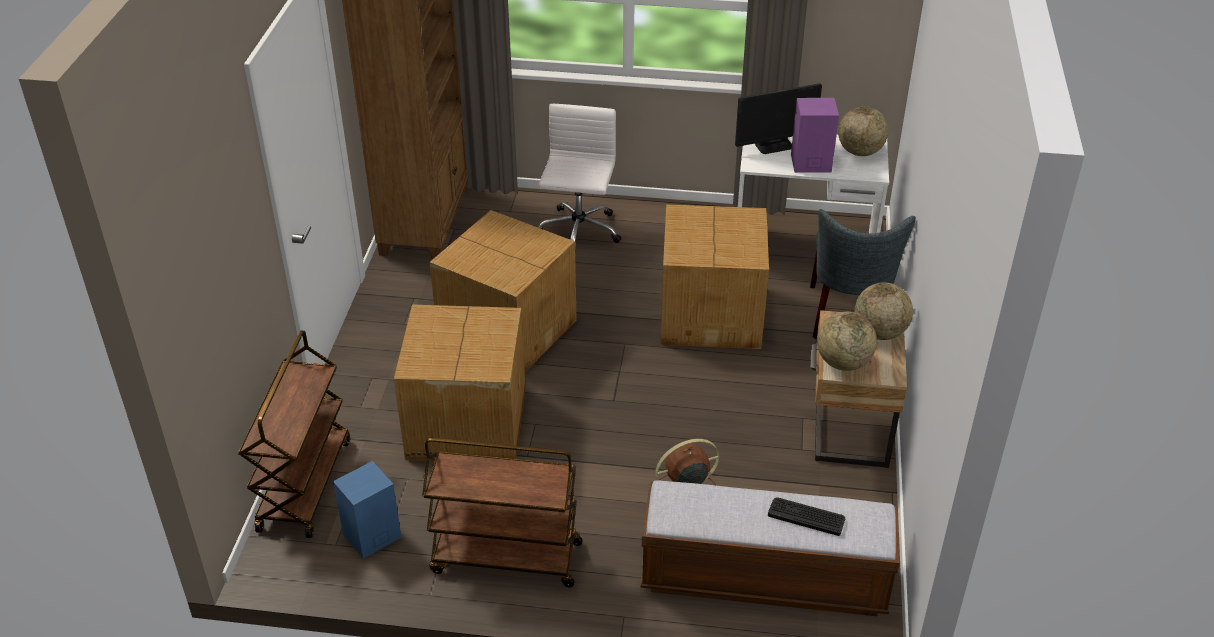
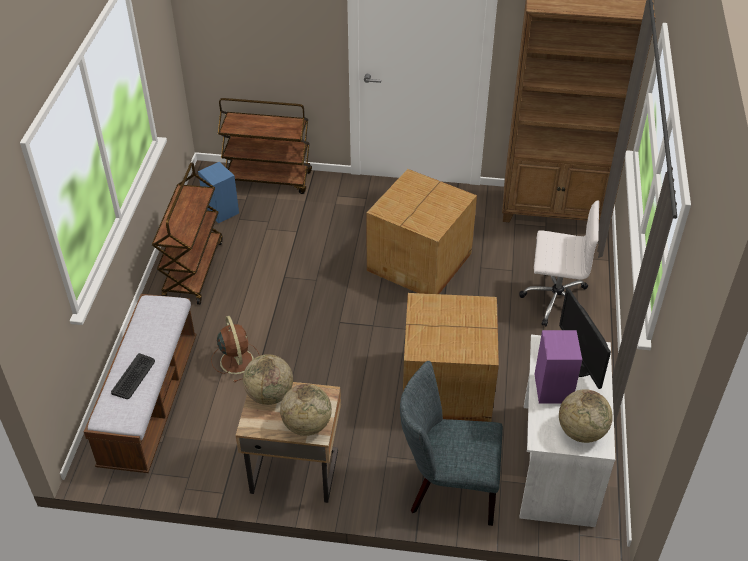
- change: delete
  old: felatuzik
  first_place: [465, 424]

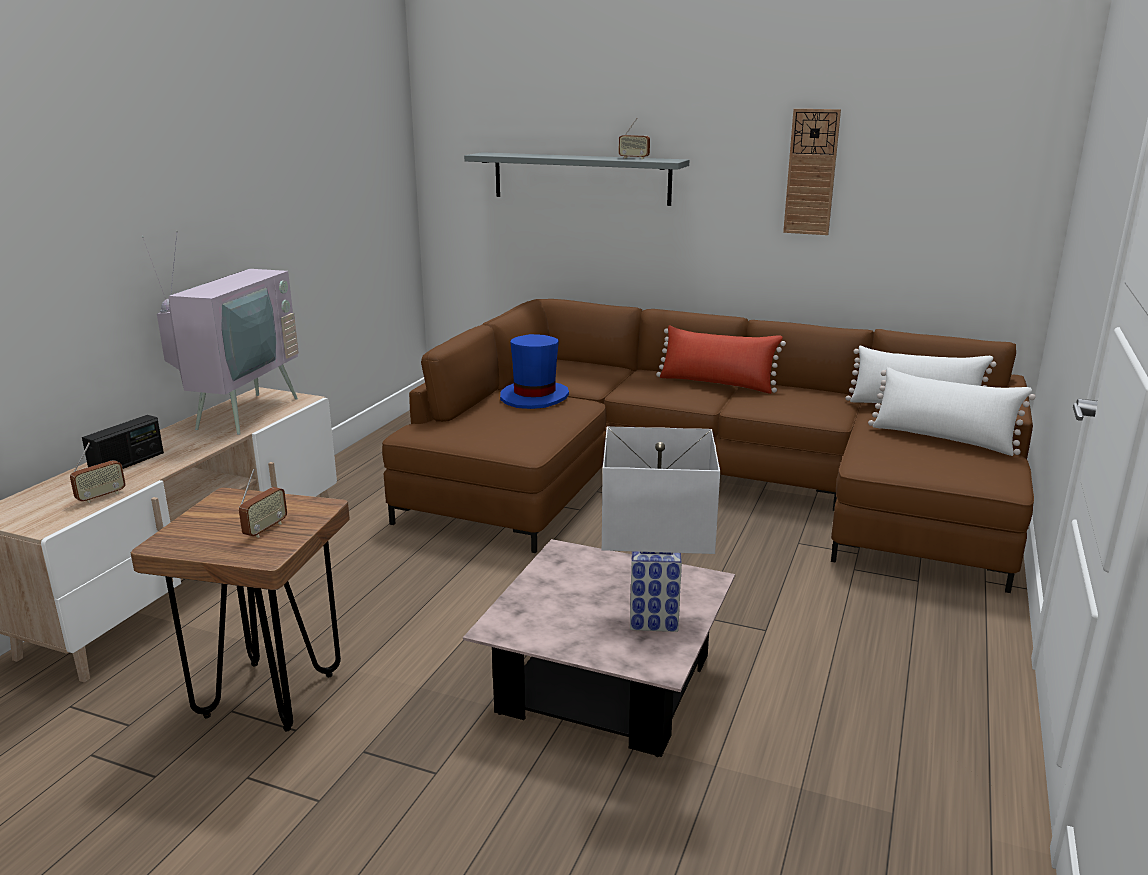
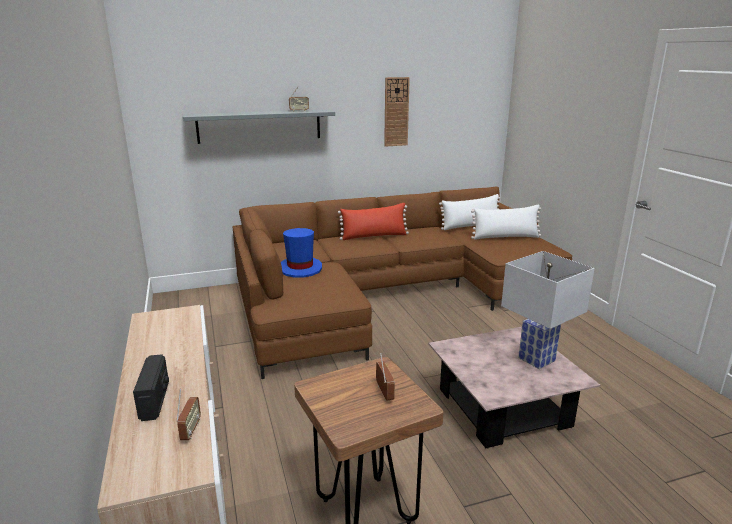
- change: delete
  old: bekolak
  first_place: [240, 412]

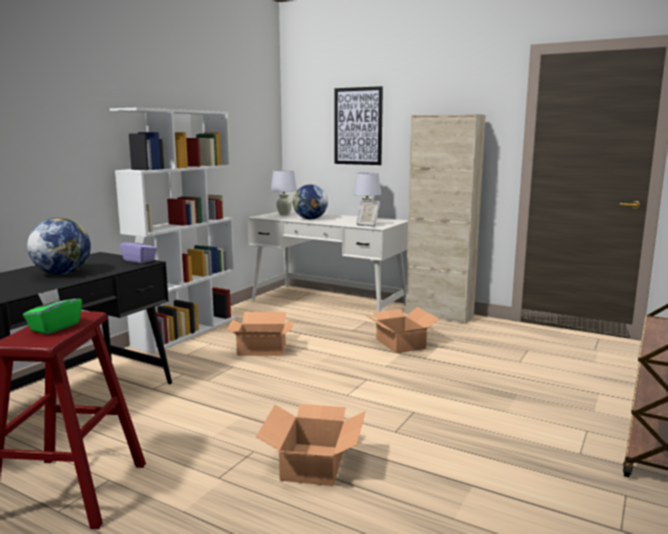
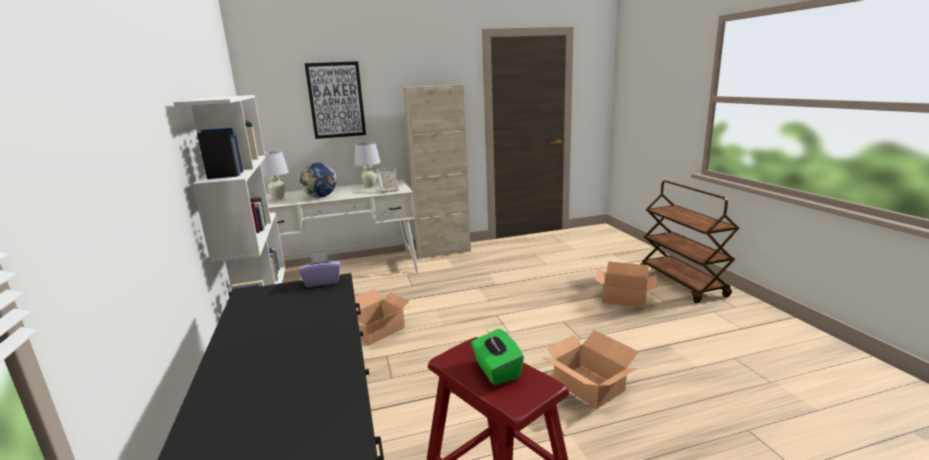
- change: delete
  old: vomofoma
  first_place: [62, 273]
- change: move
  old: felatuzik
  first_place: [400, 343]
  second_place: [624, 298]

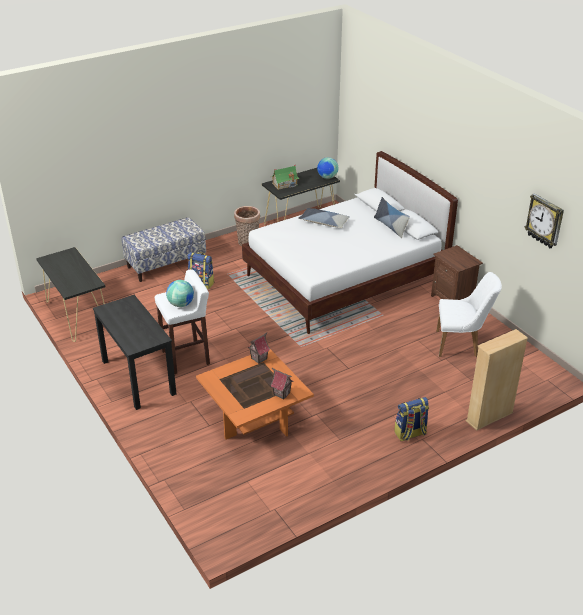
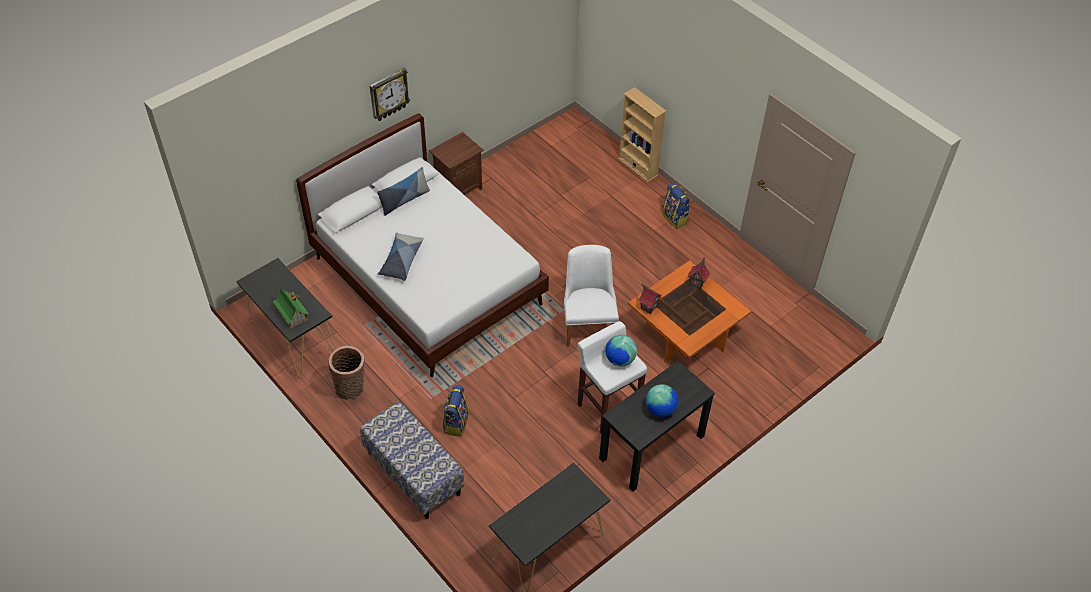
- change: move
  old: vomofoma
  first_place: [327, 177]
  second_place: [660, 409]
- change: move
  old: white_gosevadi
  first_place: [461, 344]
  second_place: [588, 323]
- change: move
  old: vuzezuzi
  first_place: [545, 221]
  second_place: [388, 94]

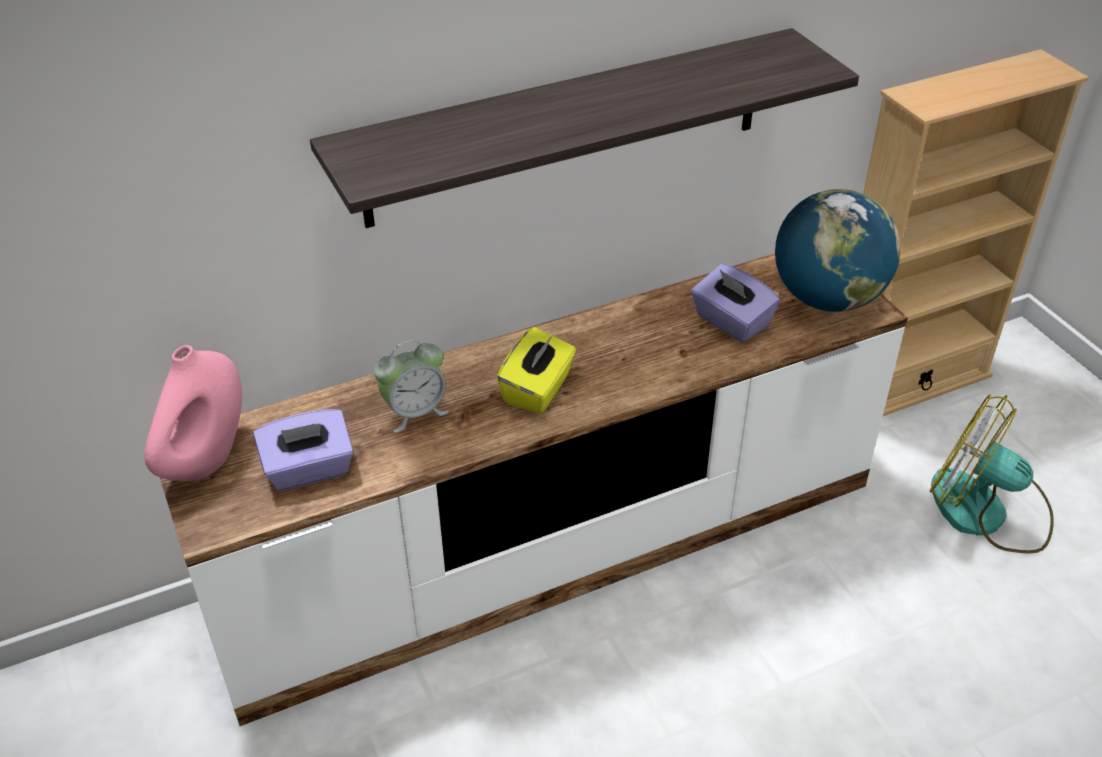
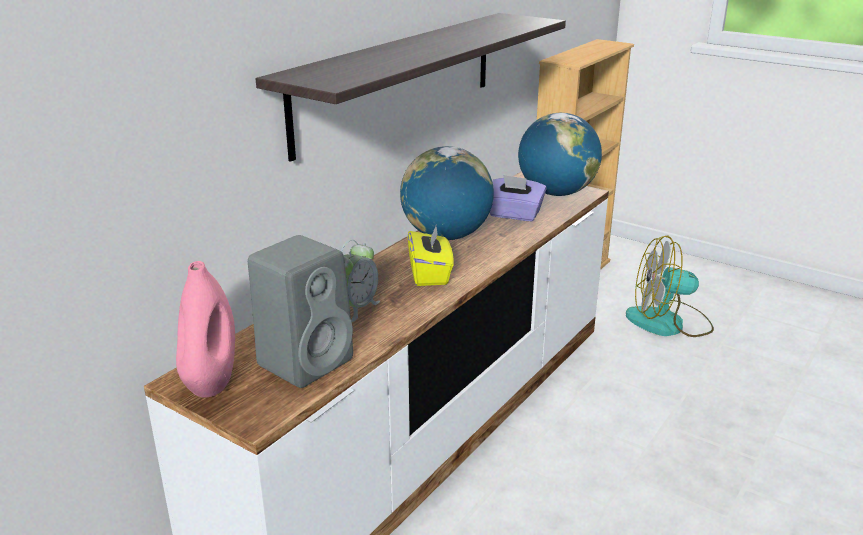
- change: insert
  new: vomofoma
  second_place: [446, 236]
- change: replace
  old: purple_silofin
  new: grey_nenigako
  first_place: [309, 470]
  second_place: [307, 361]

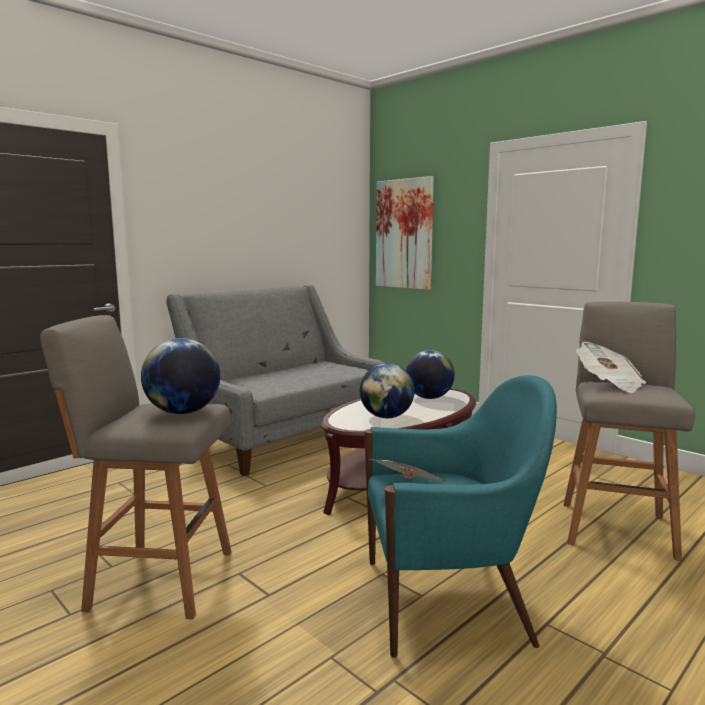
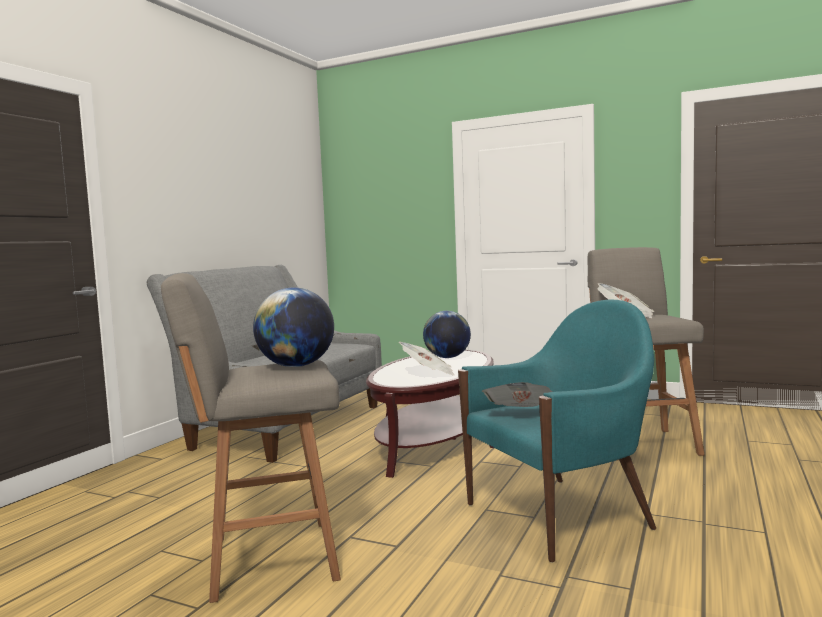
- change: delete
  old: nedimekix
  first_place: [404, 234]
- change: replace
  old: vomofoma
  new: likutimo
  first_place: [386, 417]
  second_place: [428, 373]

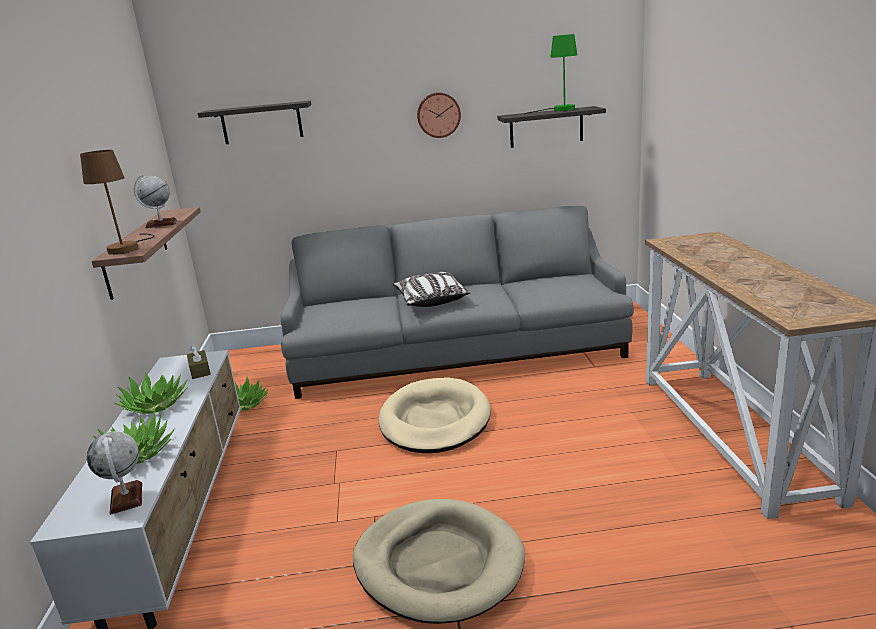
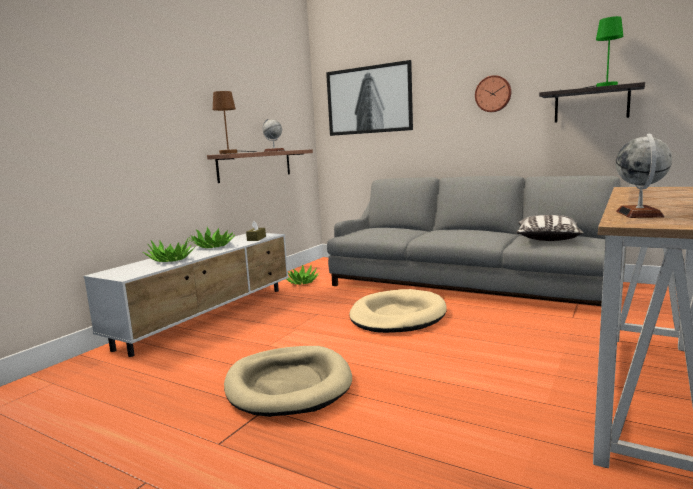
- change: move
  old: vomofoma
  first_place: [126, 498]
  second_place: [639, 214]
- change: move
  old: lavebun
  first_place: [431, 300]
  second_place: [547, 238]
- change: replace
  old: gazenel
  new: nedimekix
  first_place: [261, 123]
  second_place: [368, 100]

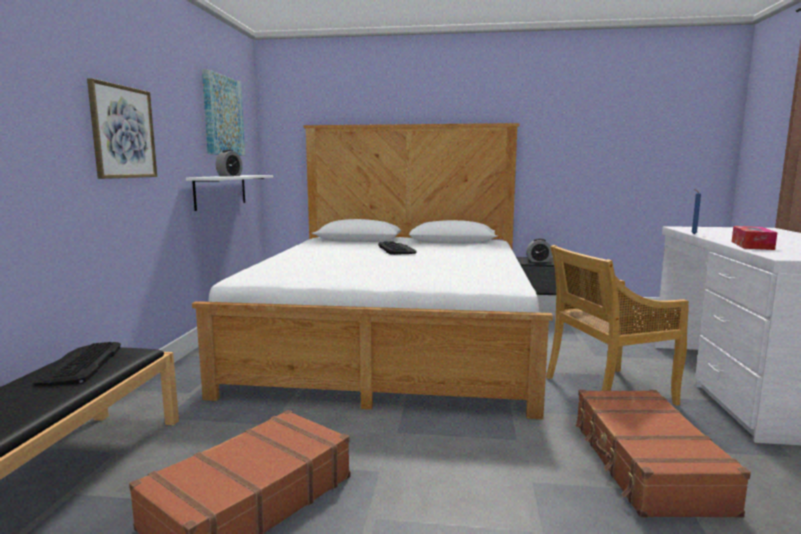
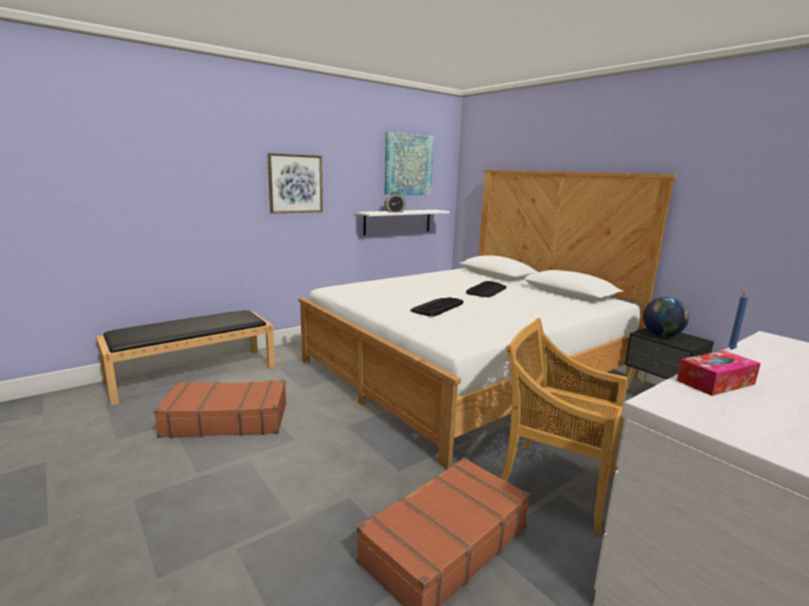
- change: move
  old: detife
  first_place: [80, 365]
  second_place: [437, 307]
- change: replace
  old: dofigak
  new: vomofoma
  first_place: [538, 261]
  second_place: [662, 335]

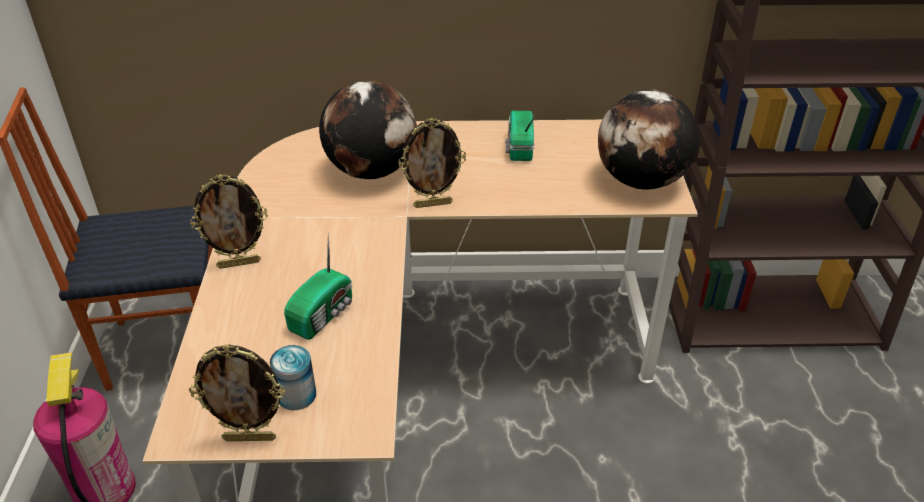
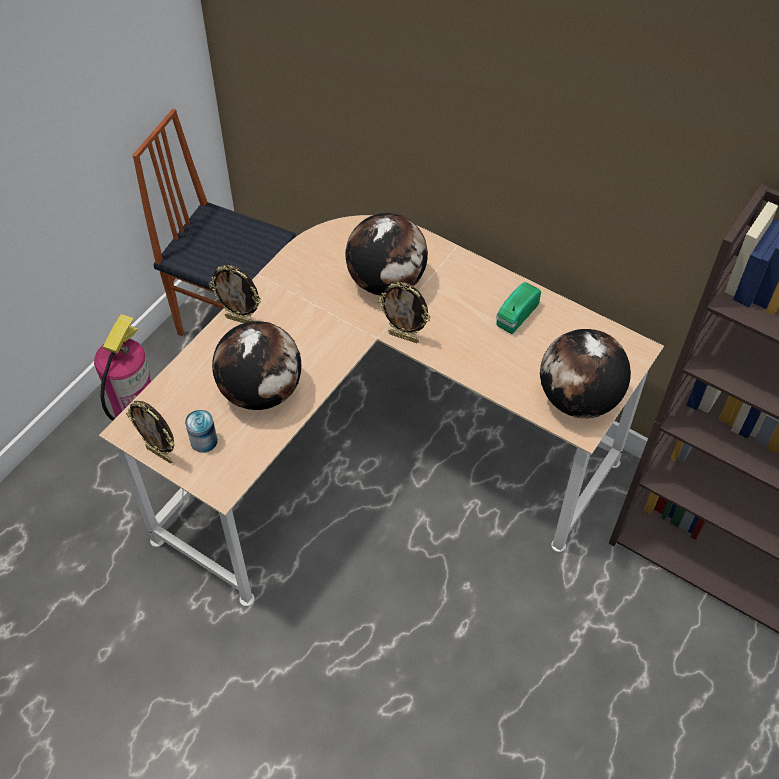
- change: replace
  old: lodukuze
  new: vomofoma
  first_place: [324, 314]
  second_place: [261, 391]

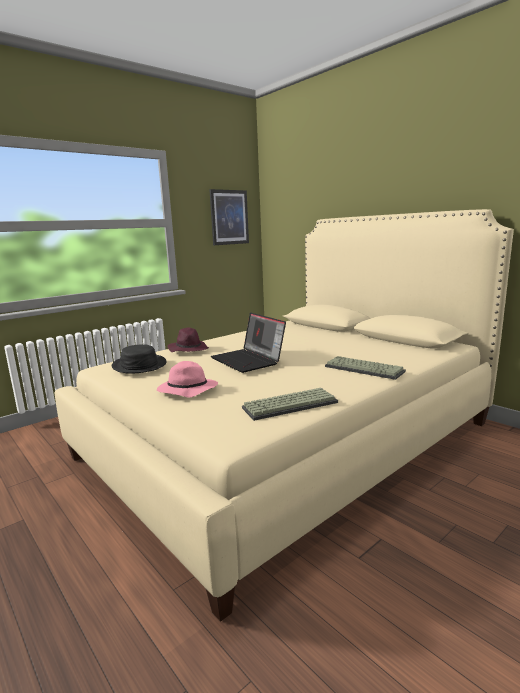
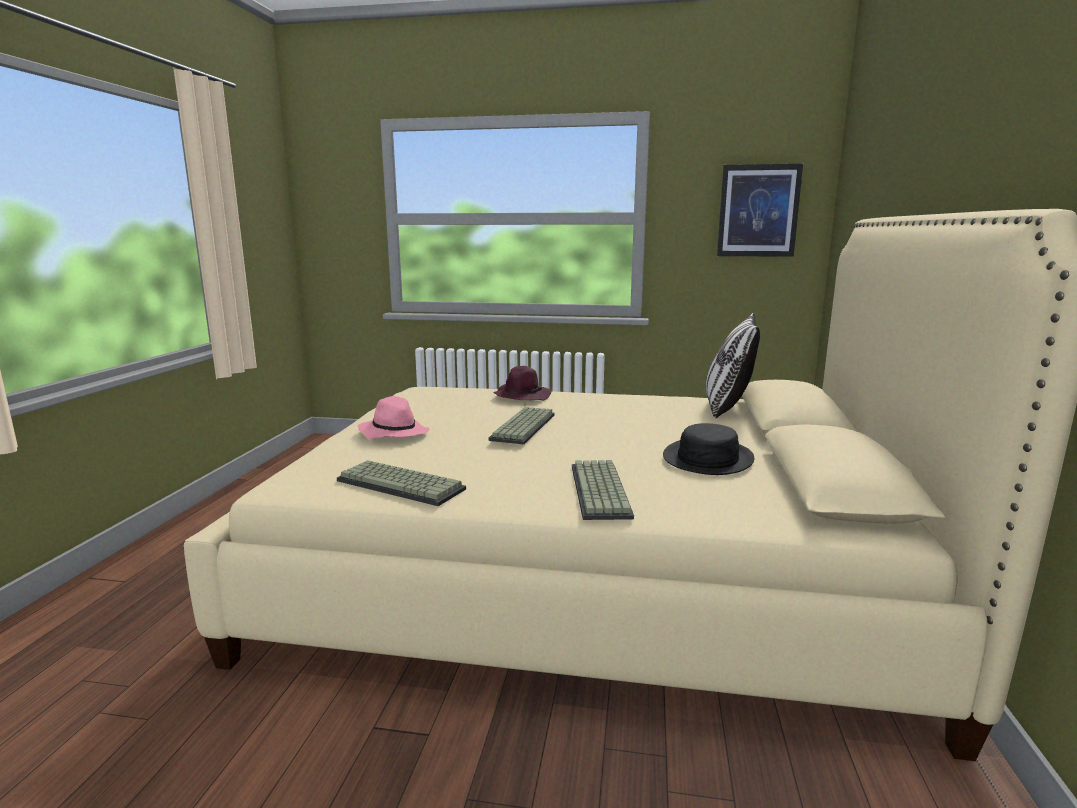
- change: insert
  new: lavebun
  second_place: [727, 408]
- change: move
  old: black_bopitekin
  first_place: [139, 365]
  second_place: [707, 458]
- change: replace
  old: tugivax
  new: detife
  first_place: [249, 360]
  second_place: [524, 427]

